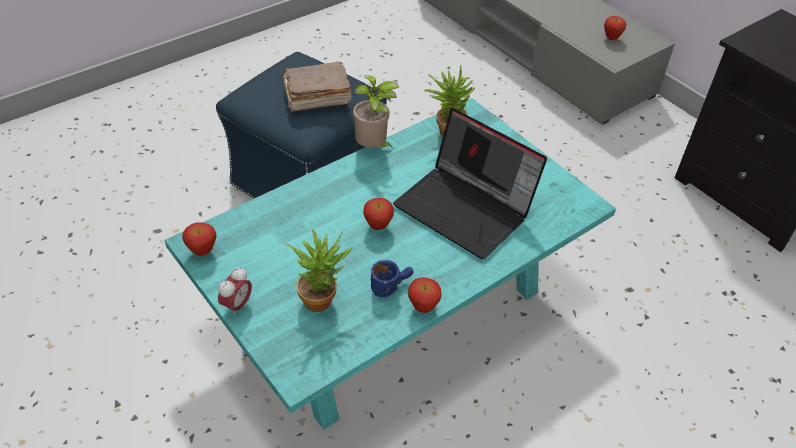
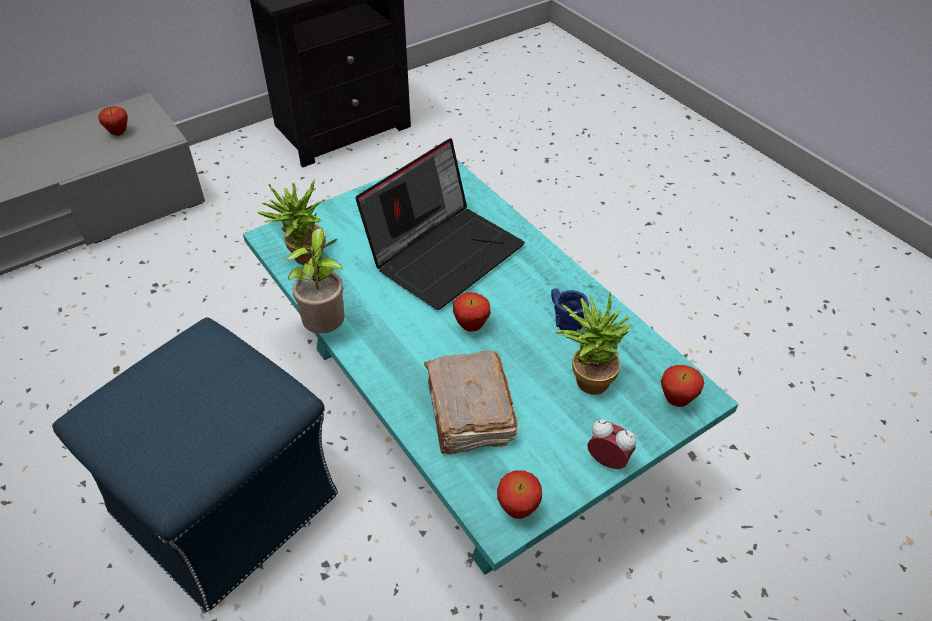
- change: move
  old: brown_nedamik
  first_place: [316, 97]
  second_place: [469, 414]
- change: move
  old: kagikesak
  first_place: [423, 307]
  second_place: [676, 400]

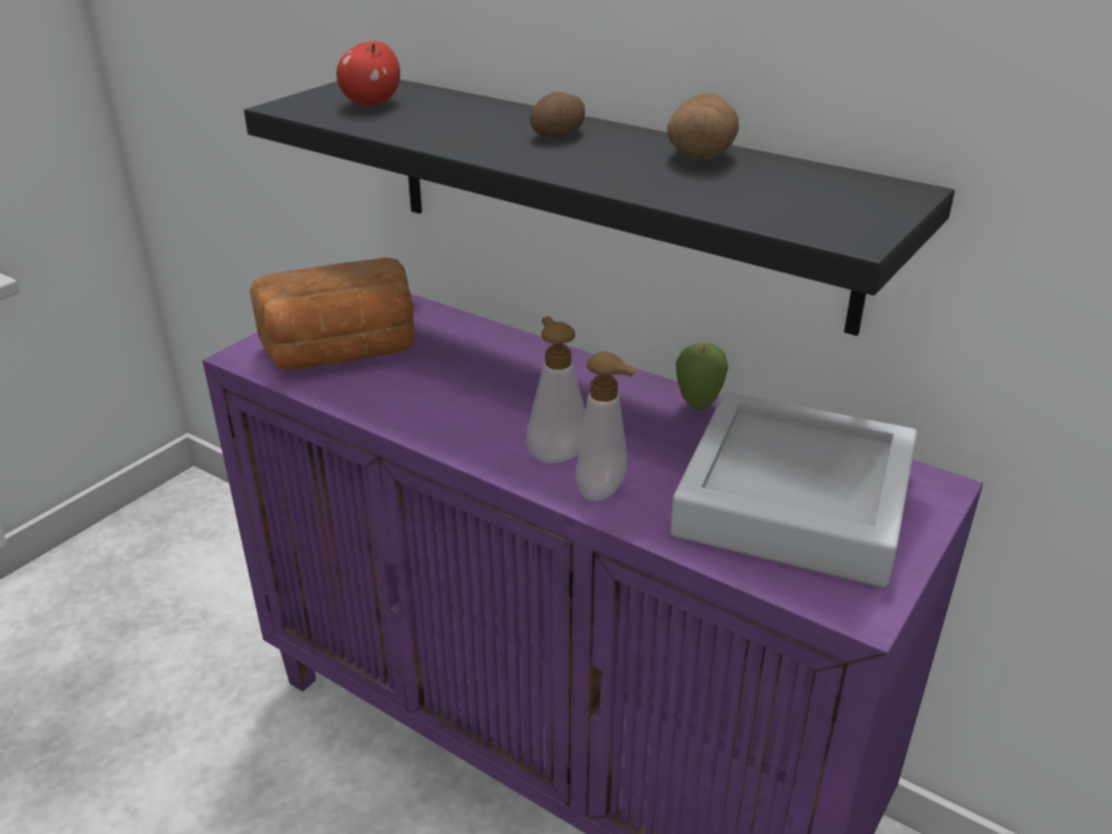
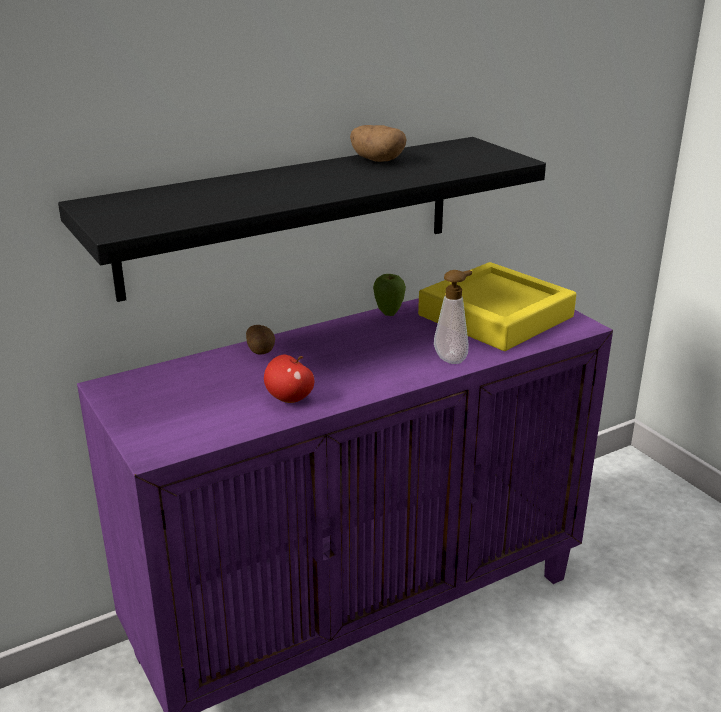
- change: delete
  old: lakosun
  first_place: [342, 353]
- change: delete
  old: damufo
  first_place: [556, 453]
- change: move
  old: kagikesak
  first_place: [371, 104]
  second_place: [289, 399]
- change: move
  old: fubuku
  first_place: [559, 135]
  second_place: [261, 350]
- change: recolor
  old: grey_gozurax
  new: yellow_gozurax
  first_place: [794, 501]
  second_place: [495, 316]

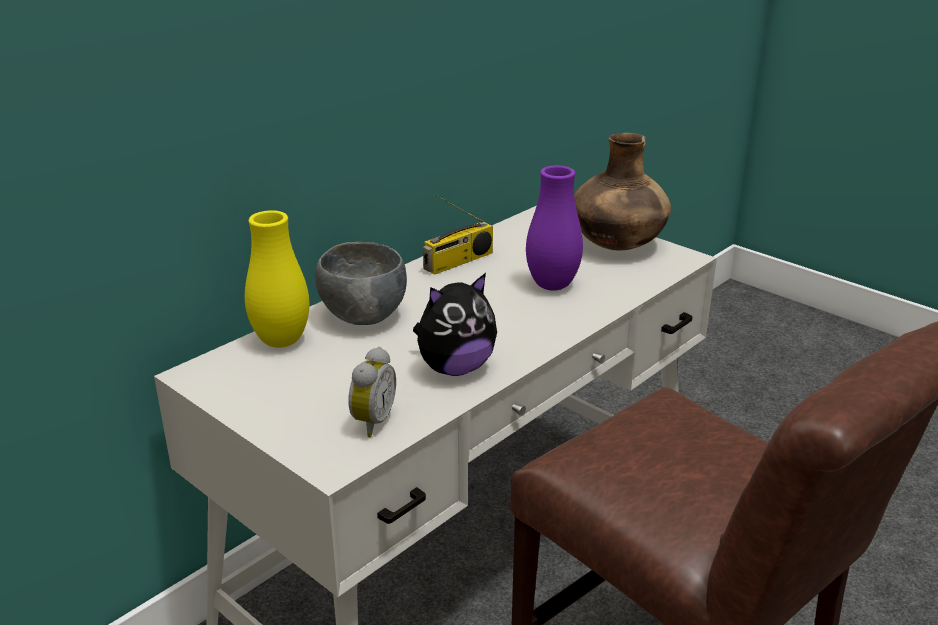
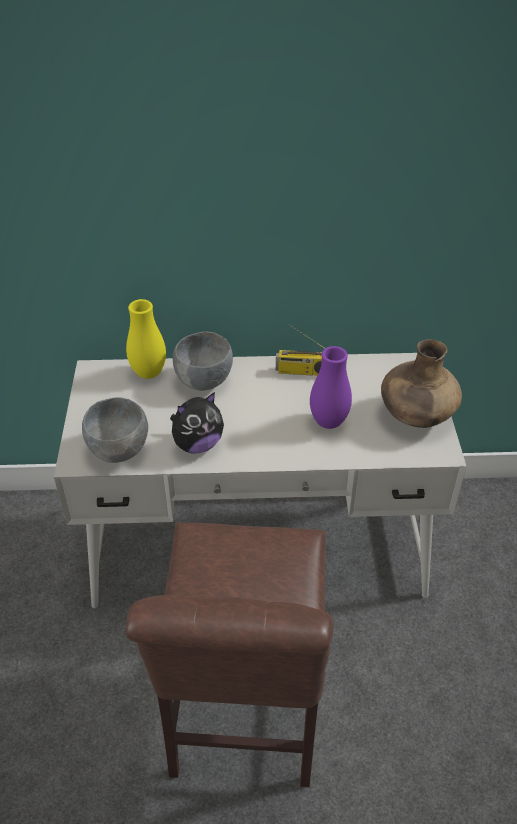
- change: replace
  old: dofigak
  new: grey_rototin
  first_place: [370, 422]
  second_place: [119, 449]
- change: rotate
  old: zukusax
  first_place: [455, 368]
  second_place: [197, 444]
  degrees: -45

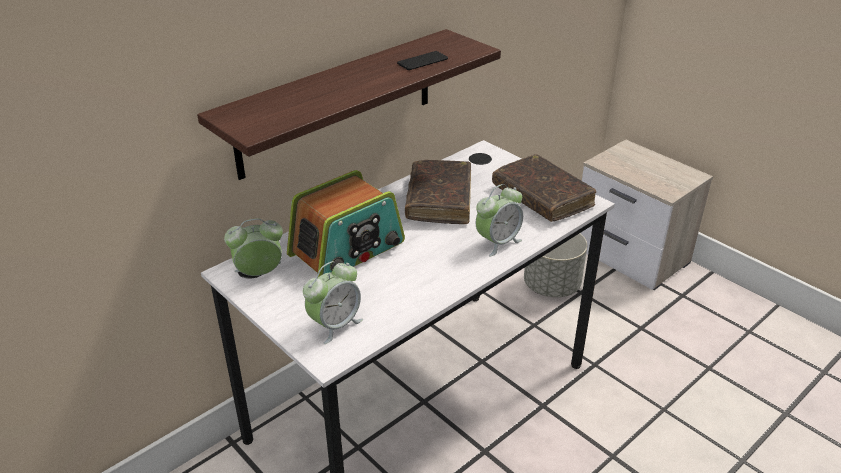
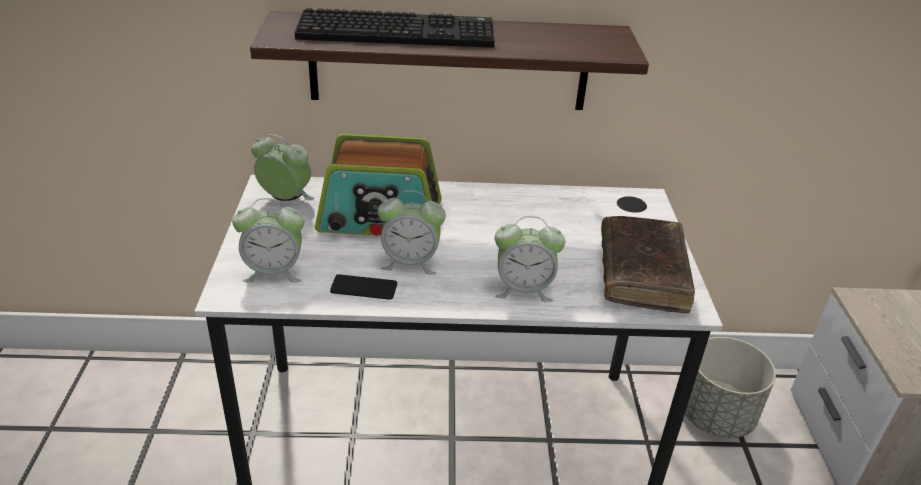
- change: delete
  old: brown_nedamik
  first_place: [439, 200]
- change: insert
  new: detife
  second_place: [398, 31]
- change: insert
  new: dofigak
  second_place: [410, 262]
- change: move
  old: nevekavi
  first_place: [422, 61]
  second_place: [364, 288]

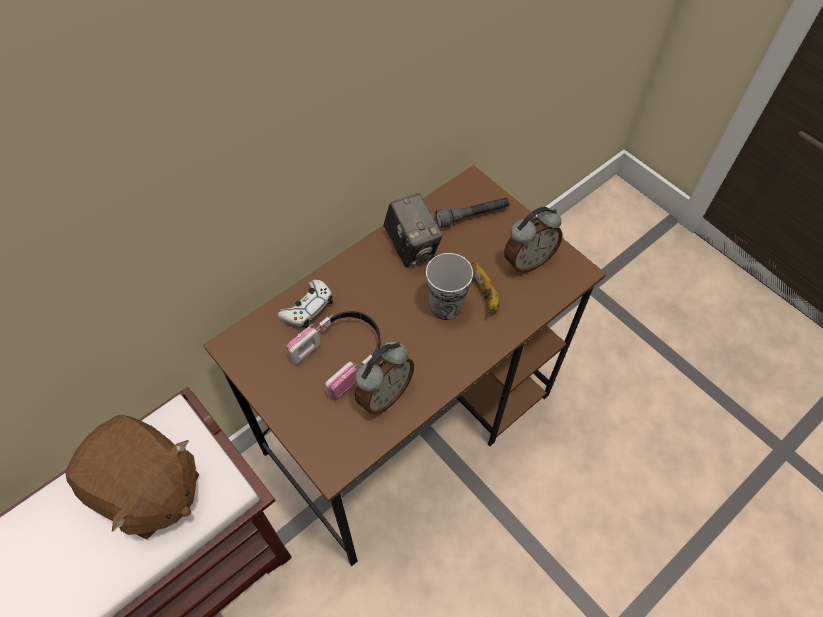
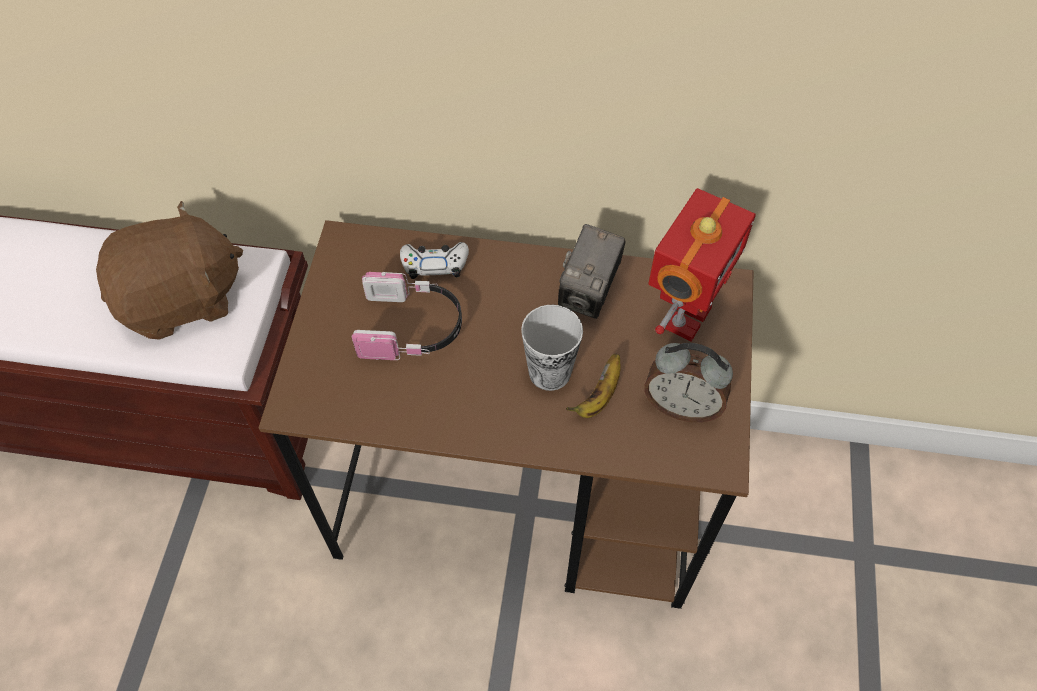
- change: delete
  old: dofigak
  first_place: [384, 394]
- change: replace
  old: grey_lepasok
  new: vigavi
  first_place: [472, 216]
  second_place: [684, 316]
- change: rotate
  old: brown_zukusax
  first_place: [147, 489]
  second_place: [182, 300]
  degrees: -105

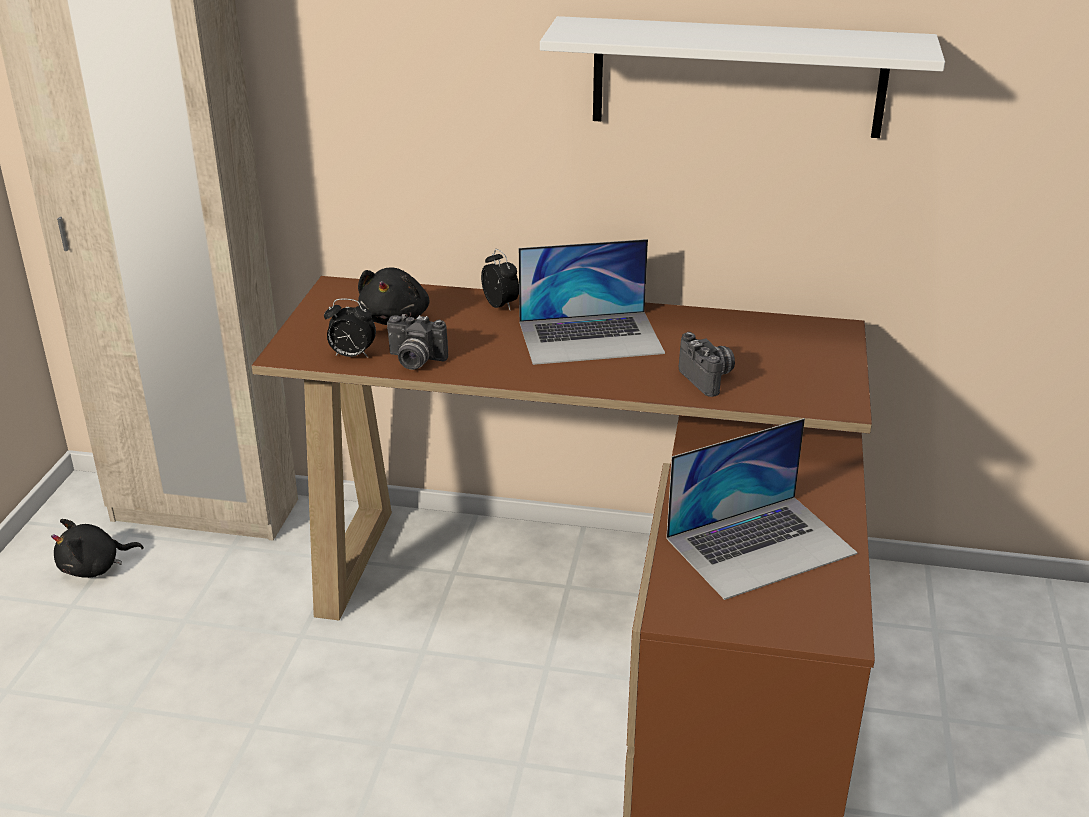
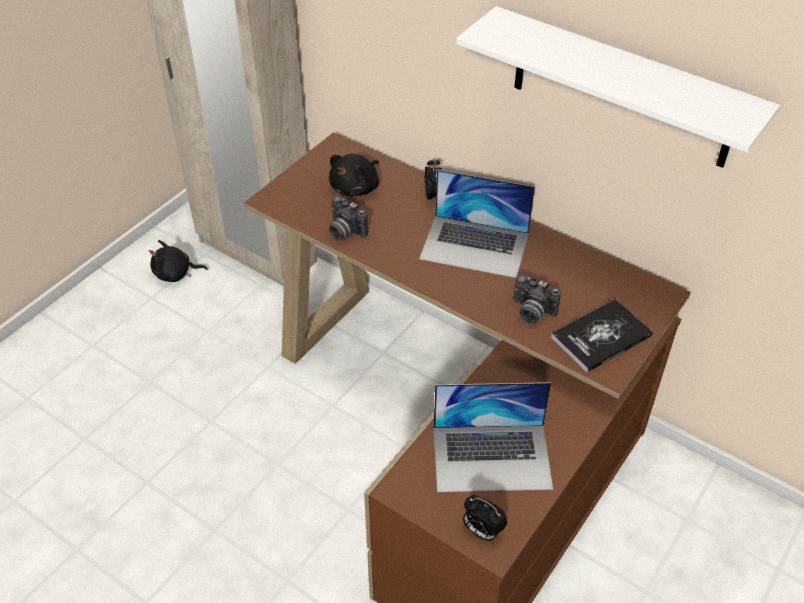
- change: insert
  new: nedamik
  second_place: [601, 337]
- change: move
  old: dofigak
  first_place: [351, 355]
  second_place: [482, 531]
- change: rotate
  old: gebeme
  first_place: [709, 379]
  second_place: [531, 312]
  degrees: 120

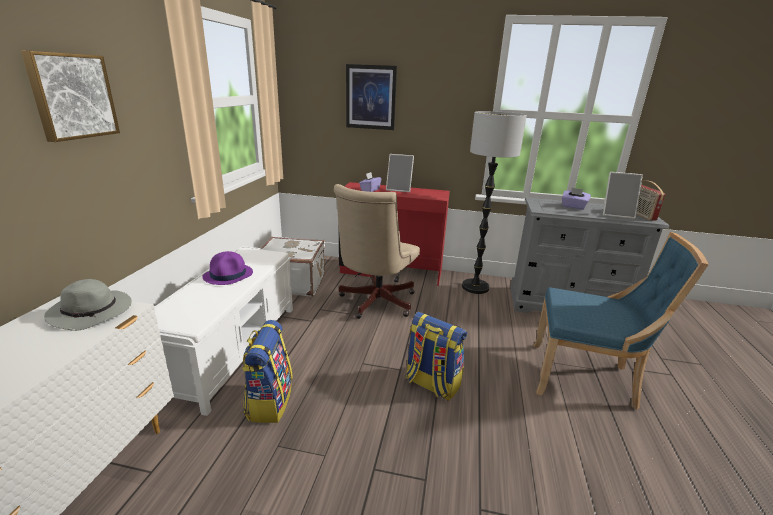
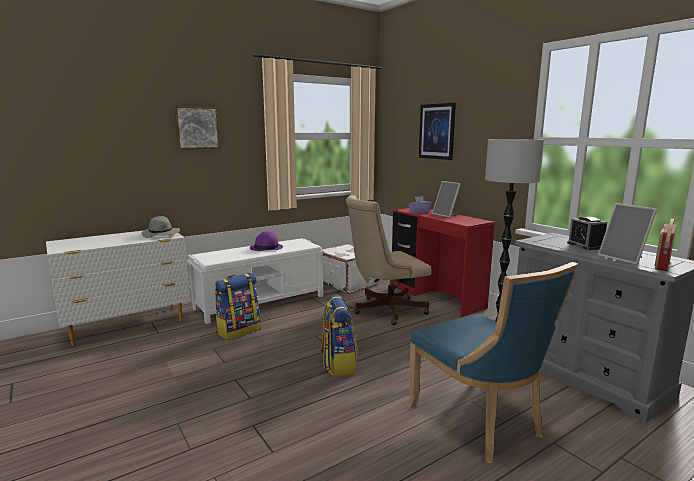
- change: replace
  old: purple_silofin
  new: dofigak
  first_place: [573, 207]
  second_place: [585, 245]

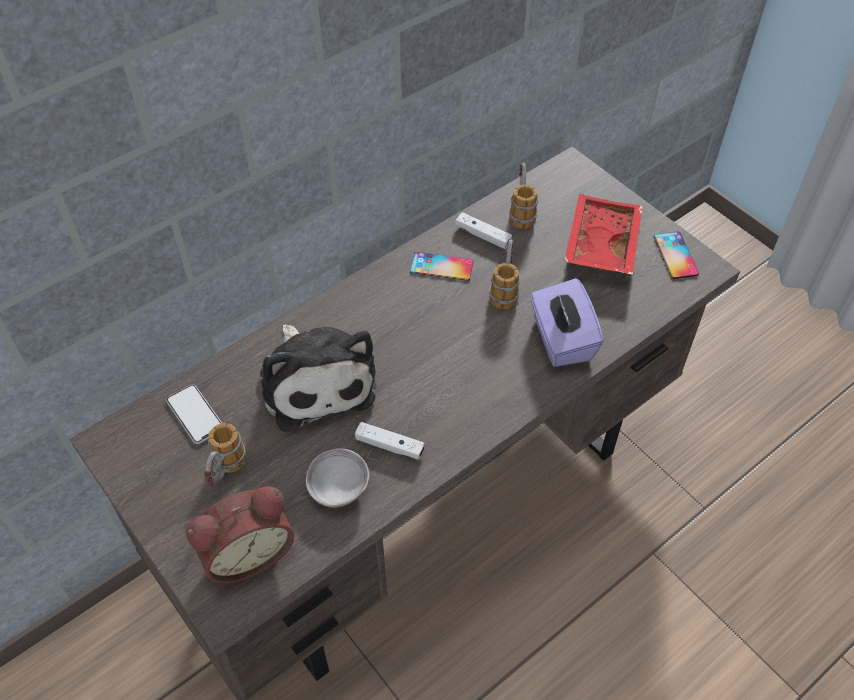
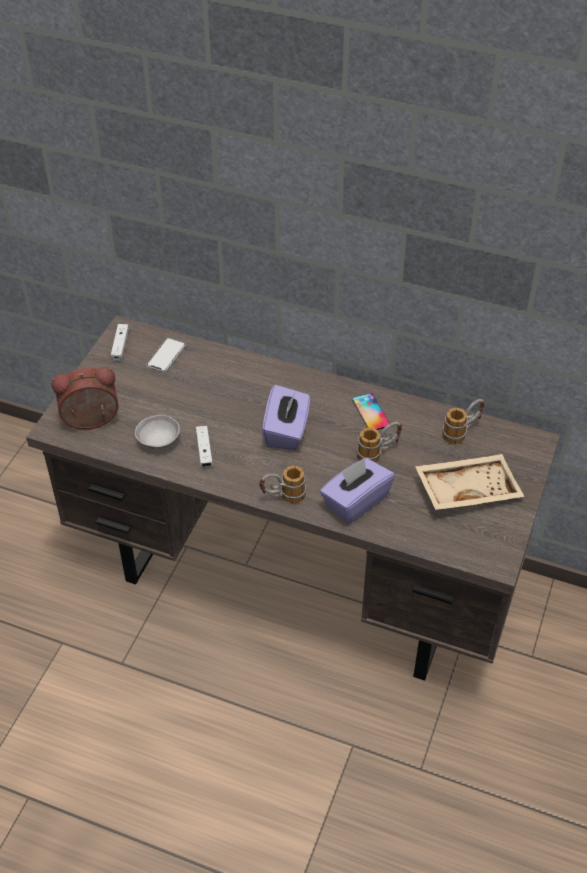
- change: delete
  old: zukusax
  first_place: [316, 381]
- change: delete
  old: nevekavi
  first_place: [675, 255]
- change: insert
  new: purple_silofin
  second_place: [287, 431]
- change: move
  old: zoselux
  first_place: [225, 472]
  second_place: [282, 497]
- change: move
  old: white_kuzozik
  first_place: [483, 235]
  second_place: [120, 346]
- change: recolor
  old: red_gozurax
  new: beige_gozurax
  first_place: [599, 244]
  second_place: [467, 489]
- change: rotate
  old: dofigak
  first_place: [247, 552]
  second_place: [91, 422]
  degrees: 135

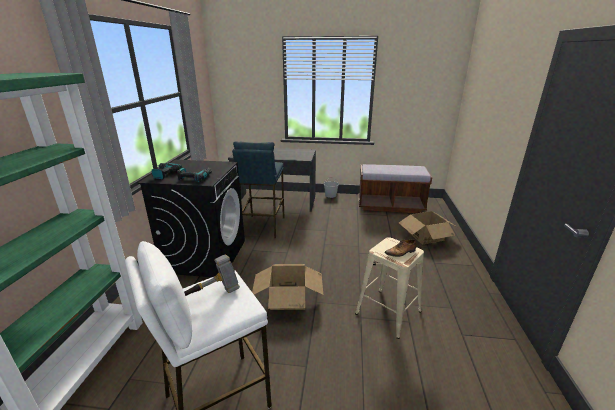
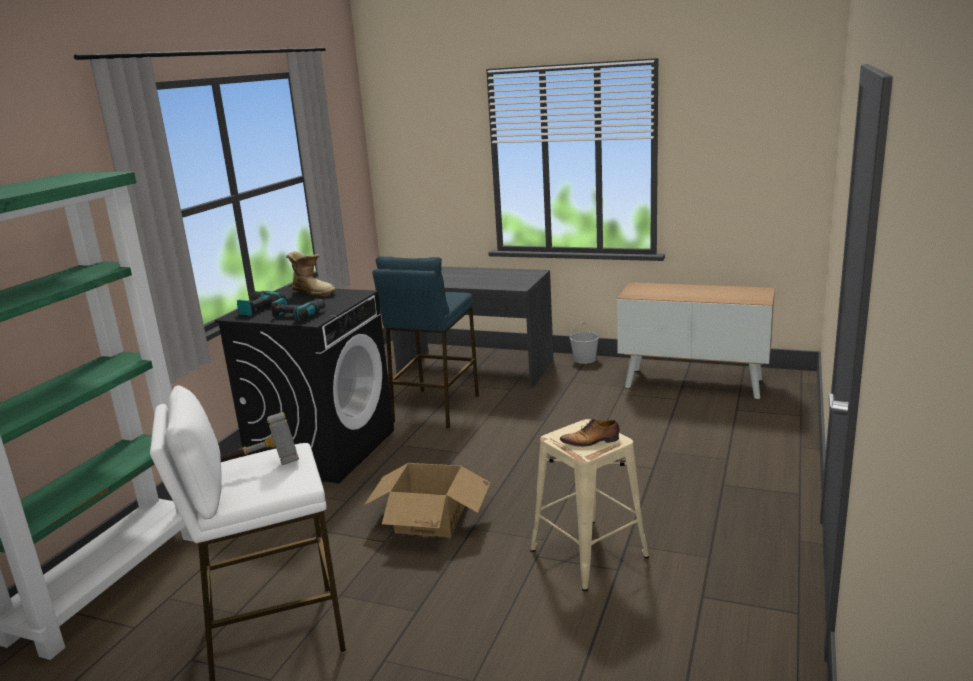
- change: delete
  old: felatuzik
  first_place: [425, 236]
- change: insert
  new: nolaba
  second_place: [314, 292]
- change: replace
  old: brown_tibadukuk
  new: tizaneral
  first_place: [390, 206]
  second_place: [694, 382]

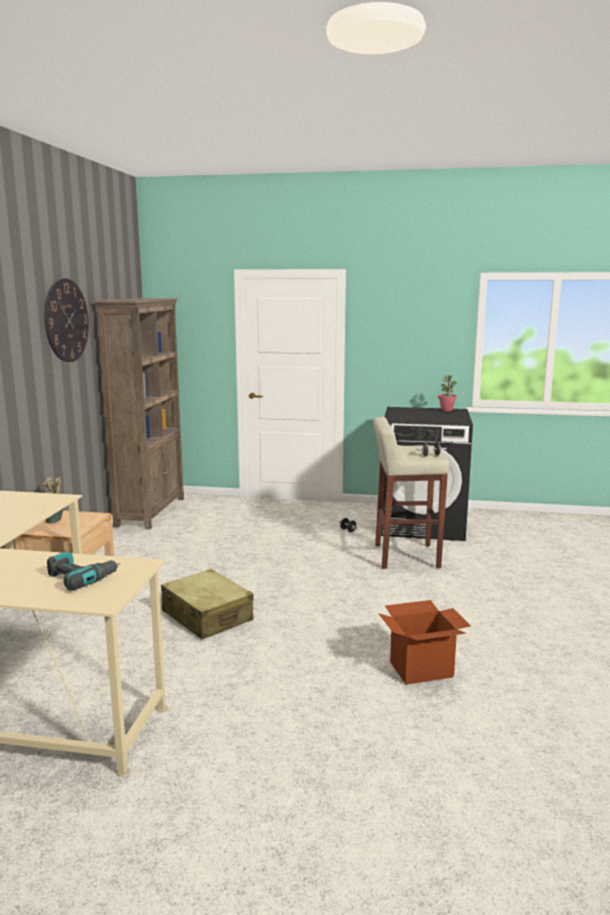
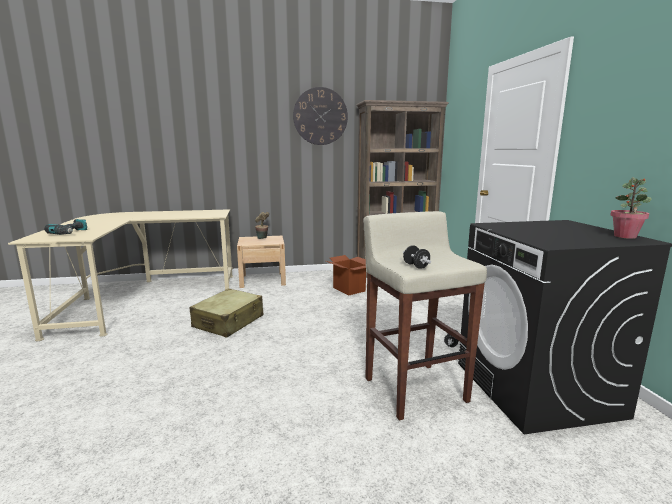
- change: move
  old: felatuzik
  first_place: [421, 669]
  second_place: [349, 289]

